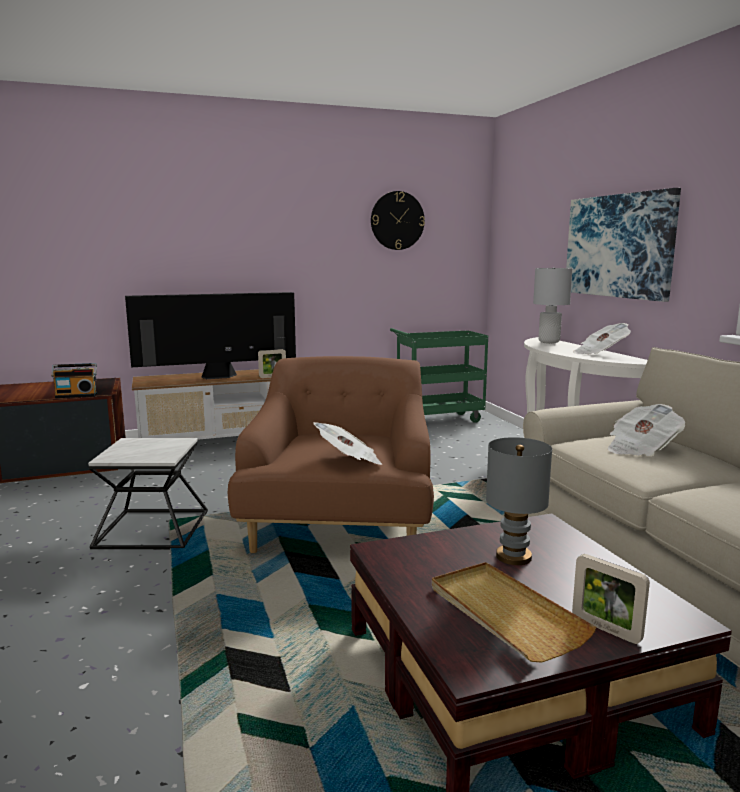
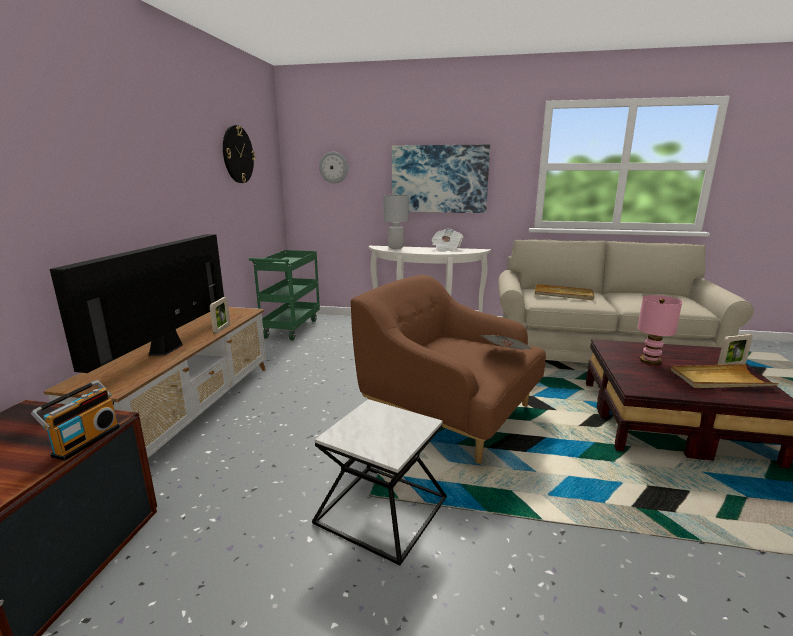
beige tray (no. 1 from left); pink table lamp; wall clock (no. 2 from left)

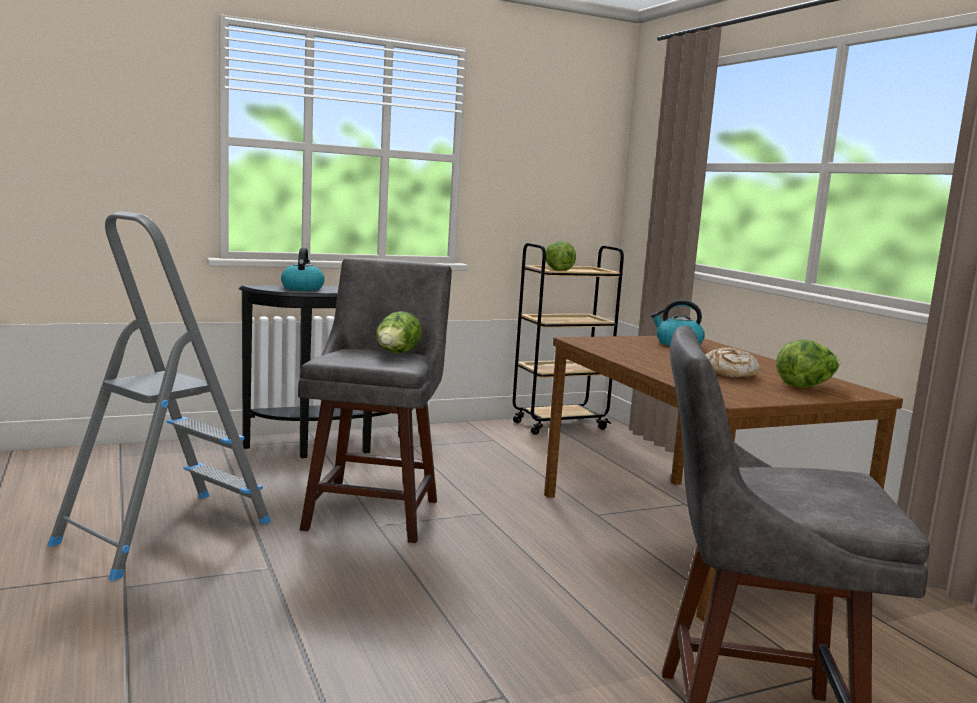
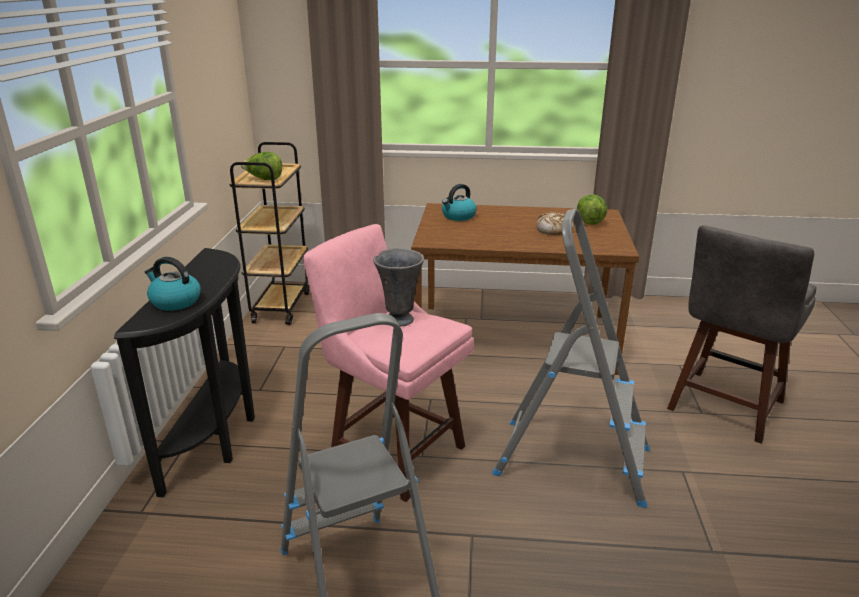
pink stool; grey vase; grey step ladder (no. 2 from left)

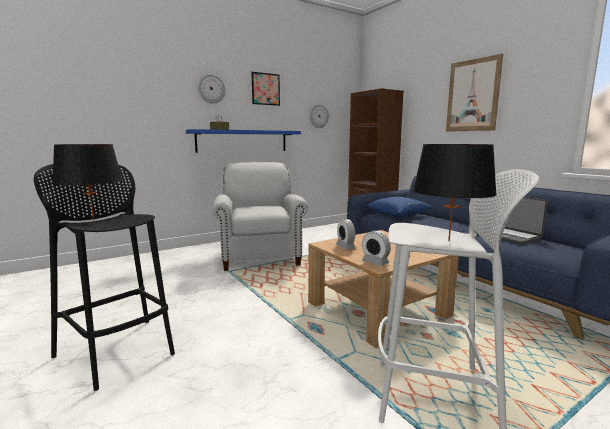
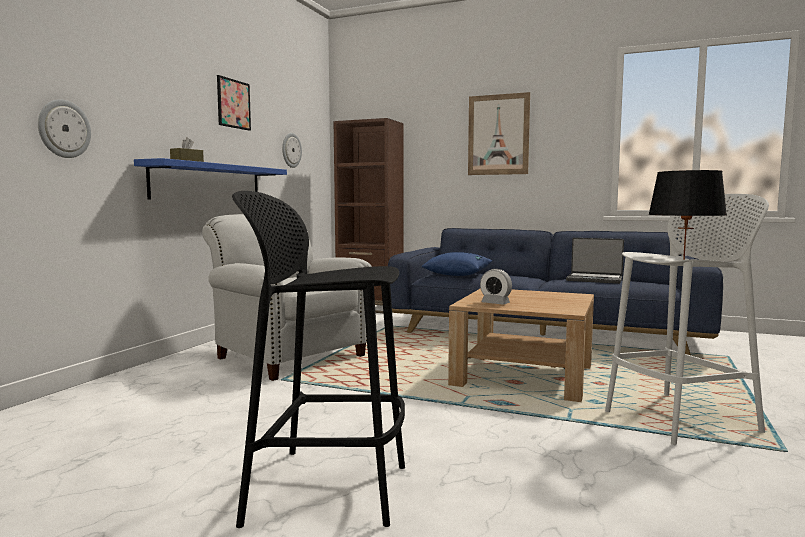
wall clock (no. 1 from left); black table lamp (no. 1 from left in the first image); alarm clock (no. 2 from left in the first image)

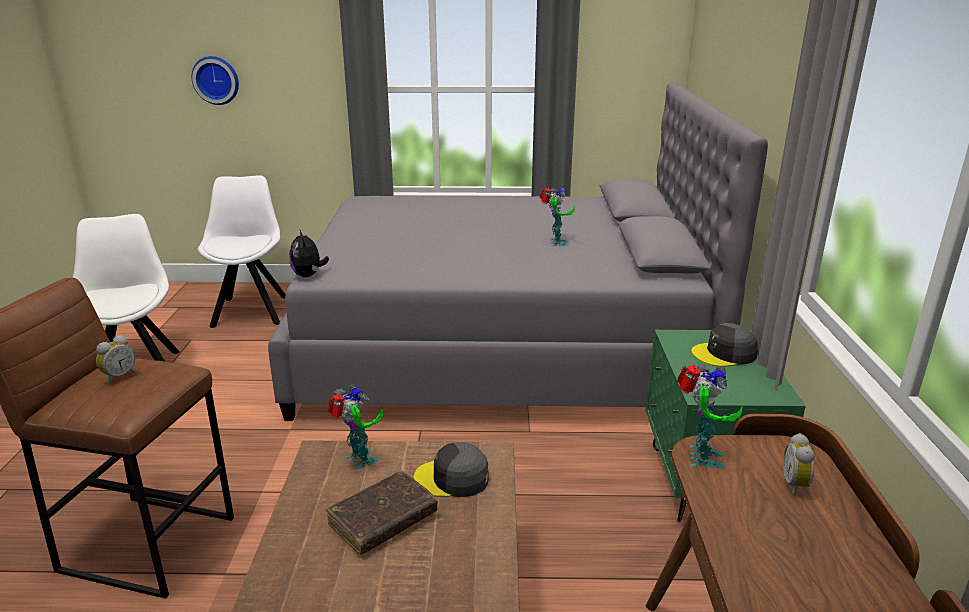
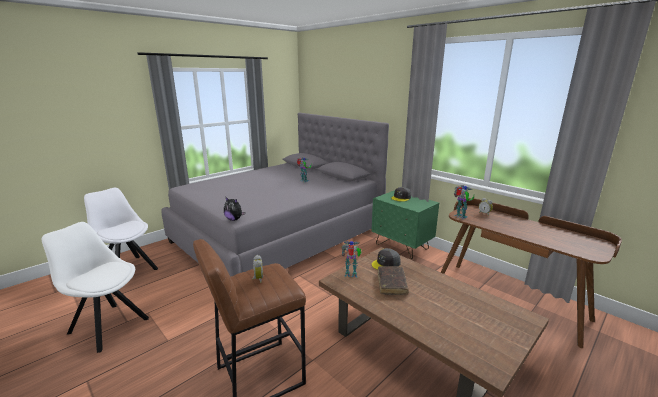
wall clock

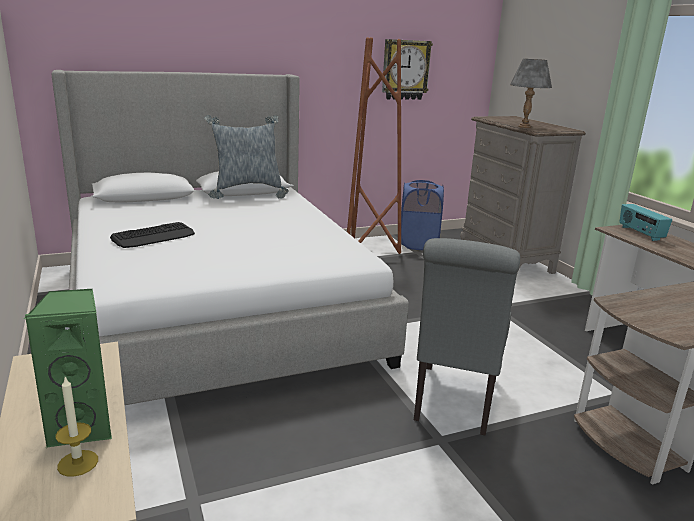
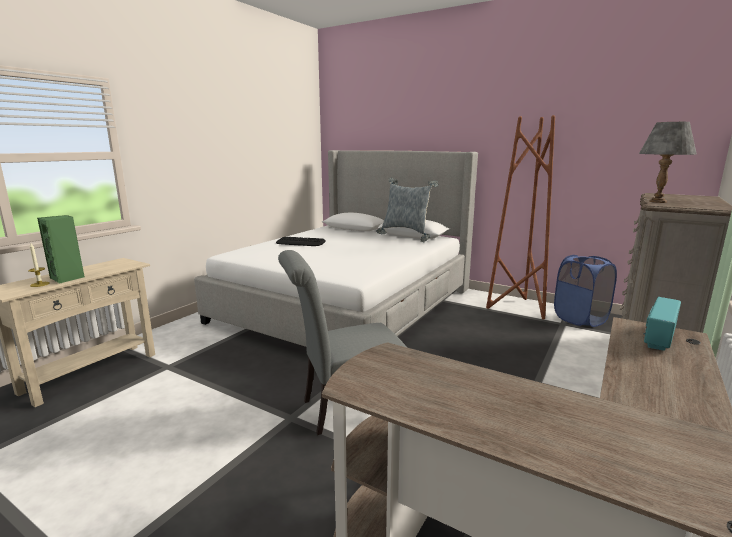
wall clock

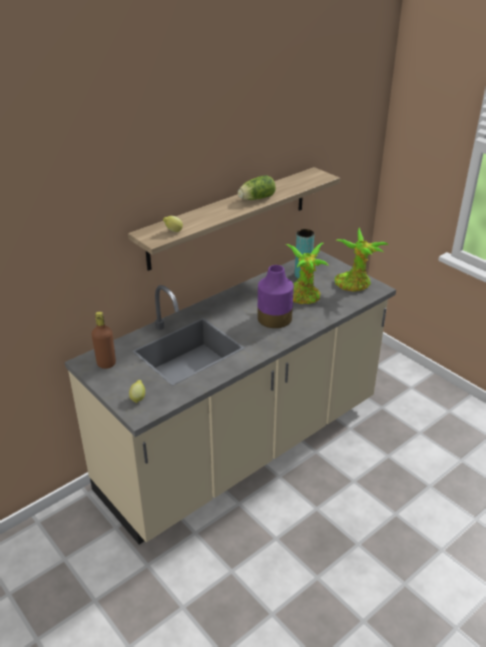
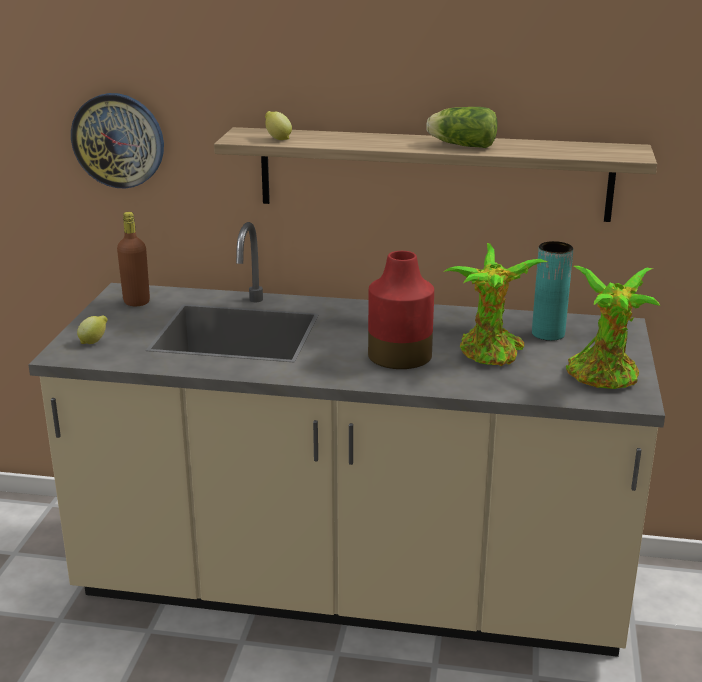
red vase; wall clock

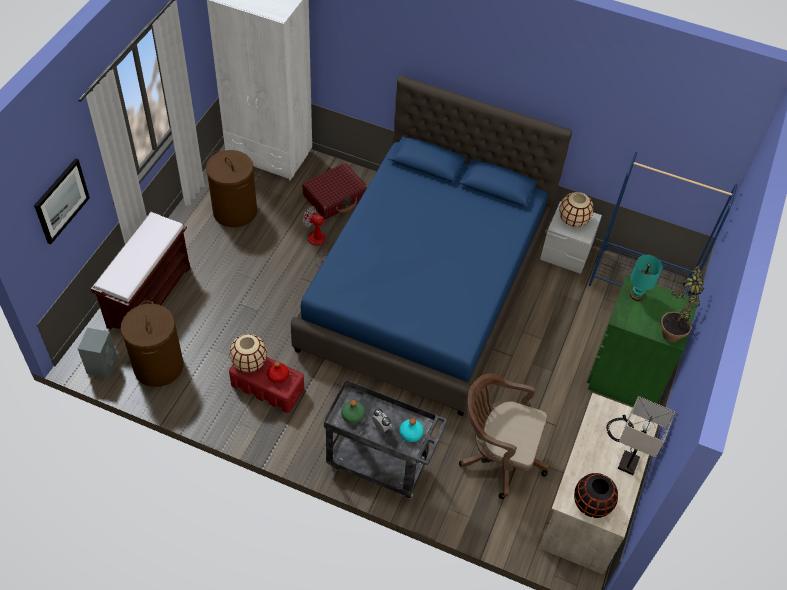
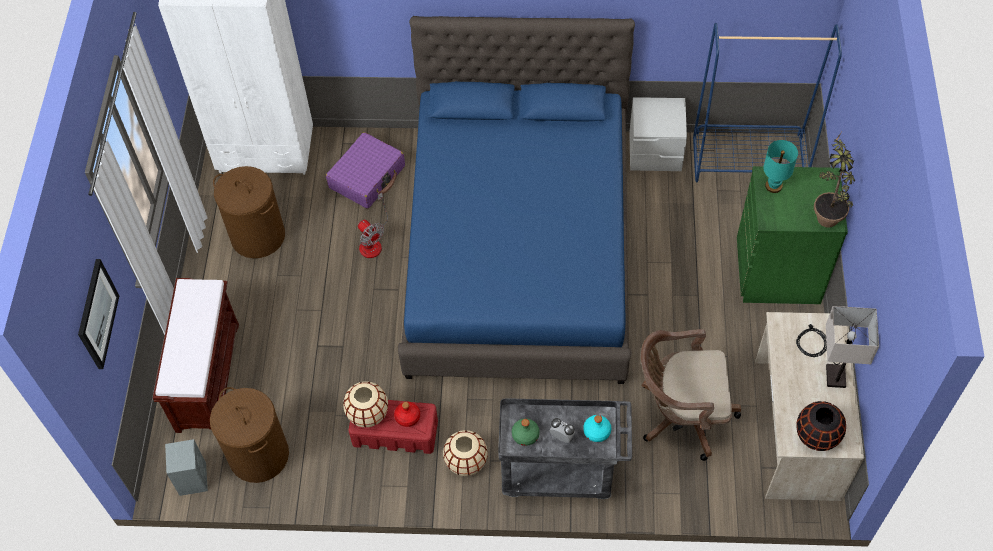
purple suitcase; beige vase (no. 2 from left); fan

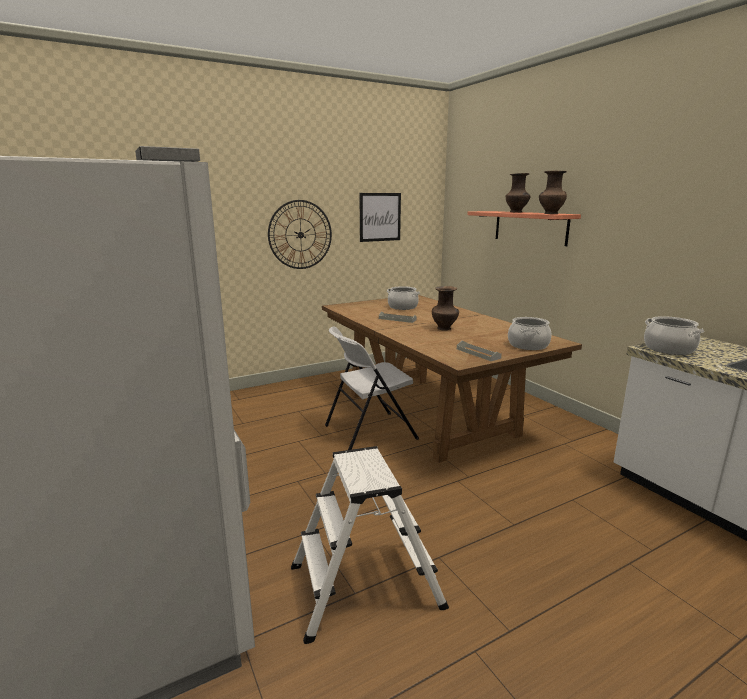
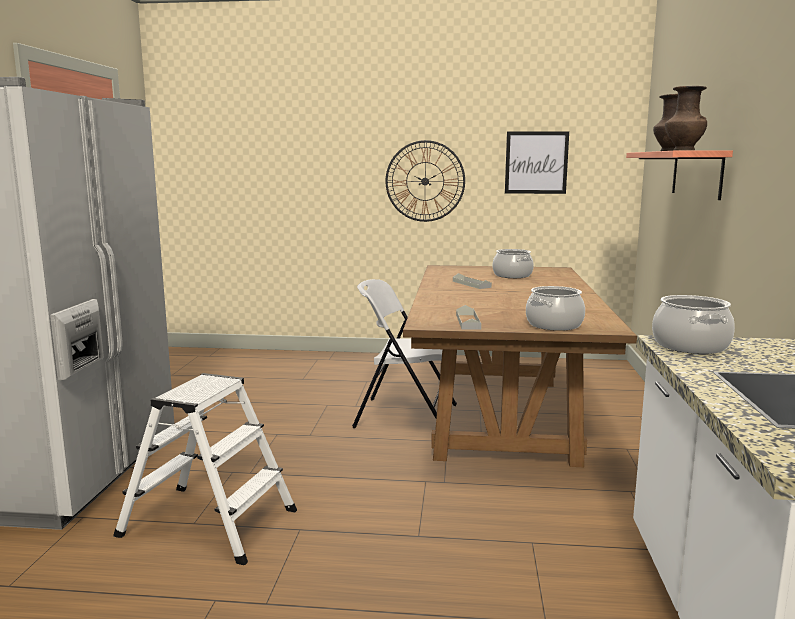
brown vase (no. 1 from left in the first image)

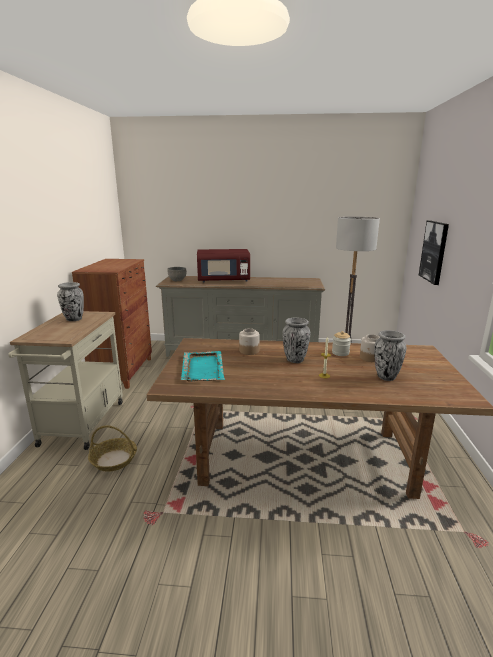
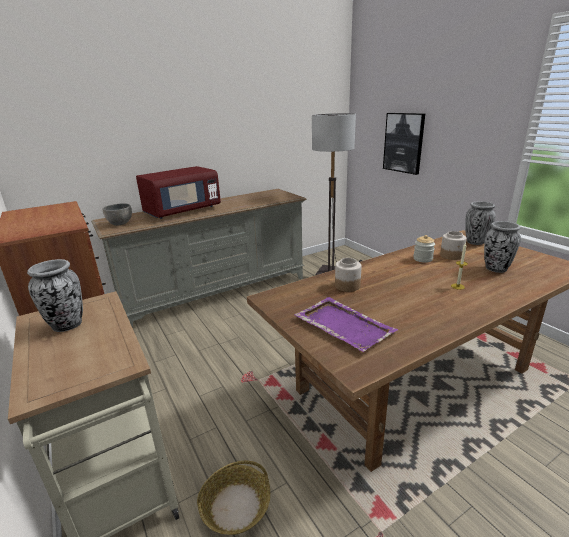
vase (no. 2 from left); purple tray

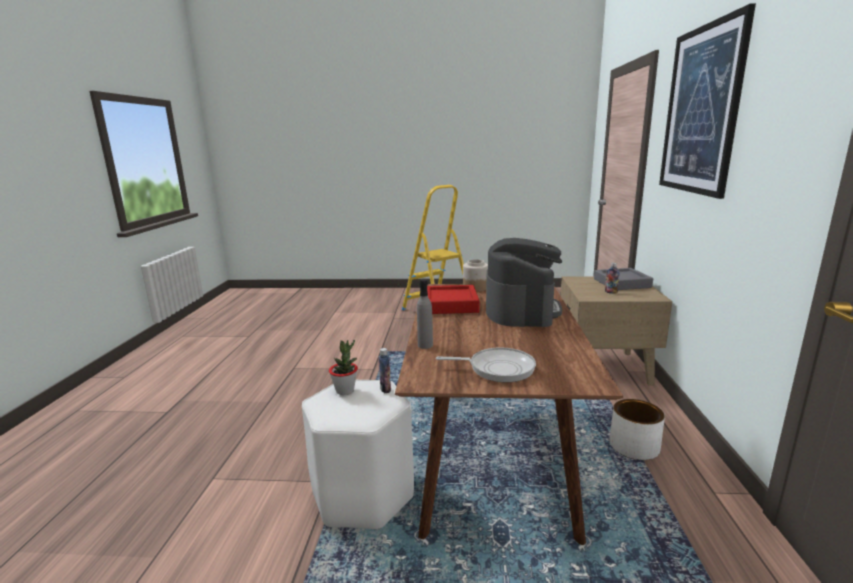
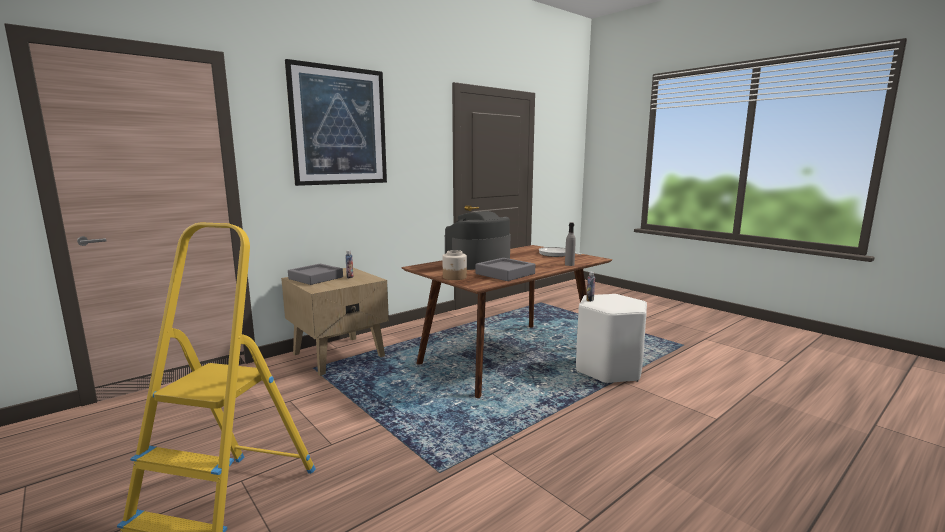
grey tray (no. 2 from left); potted plant; white planter

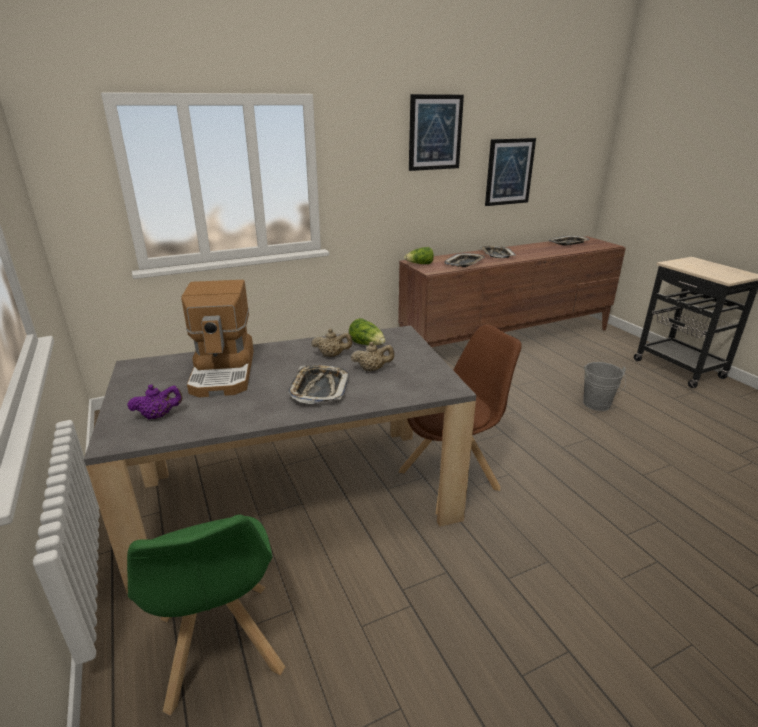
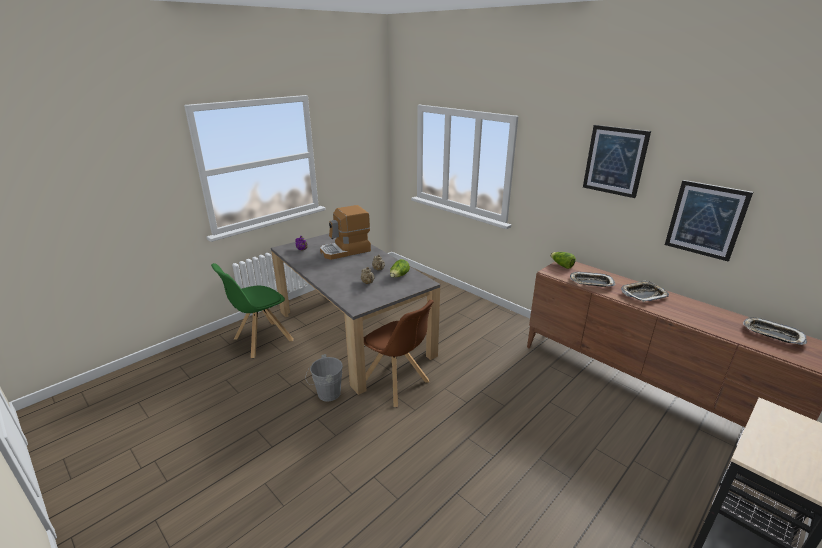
grey bucket; tray (no. 1 from left in the first image)

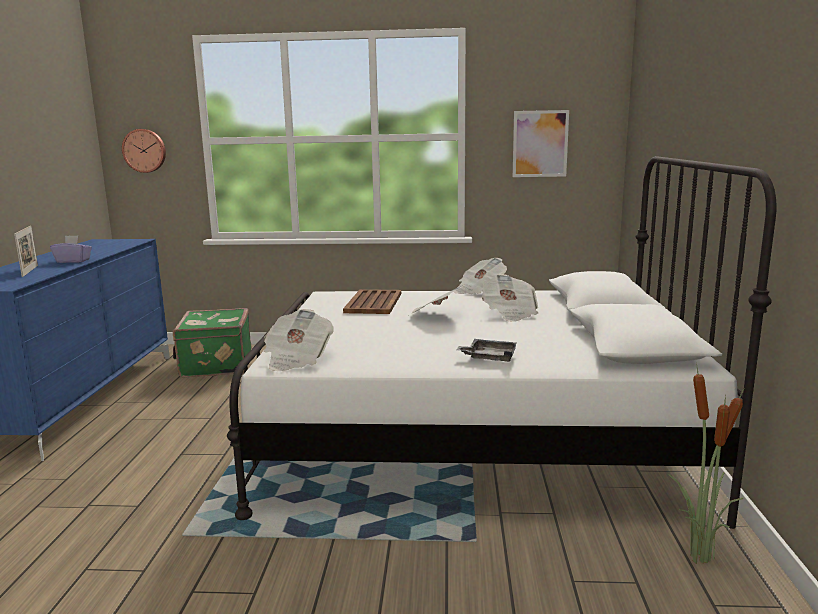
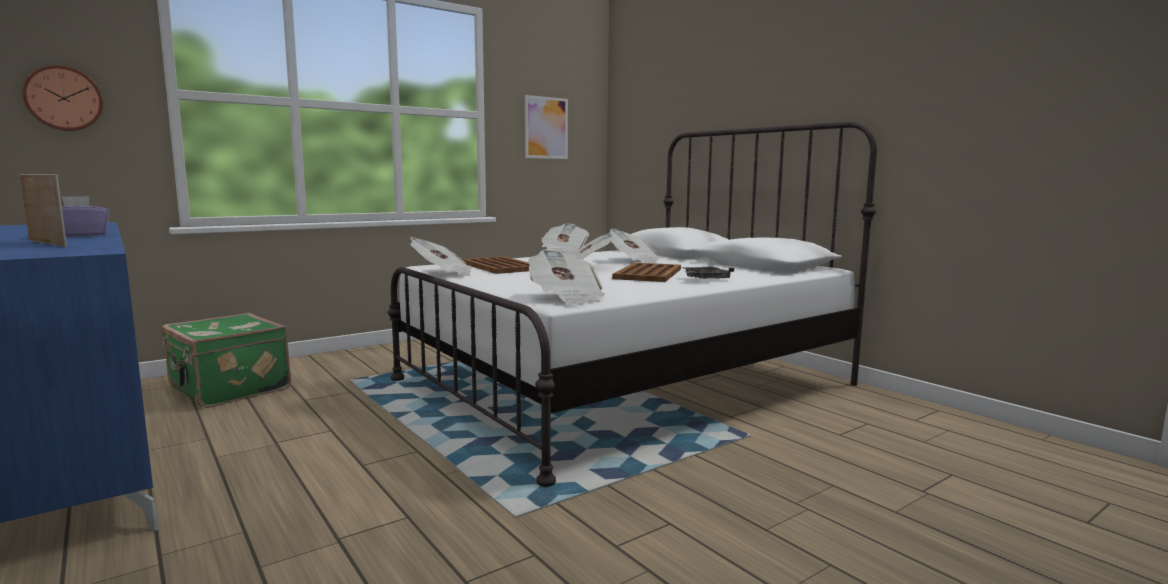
potted plant; newspaper (no. 1 from left); brown tray (no. 2 from left)

